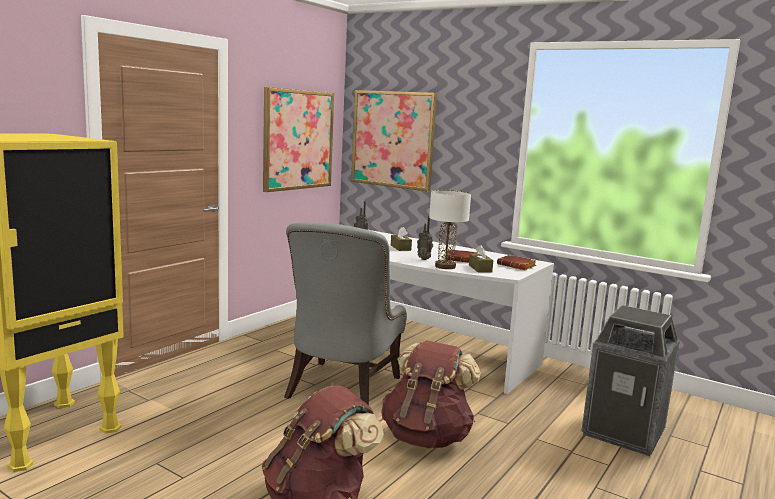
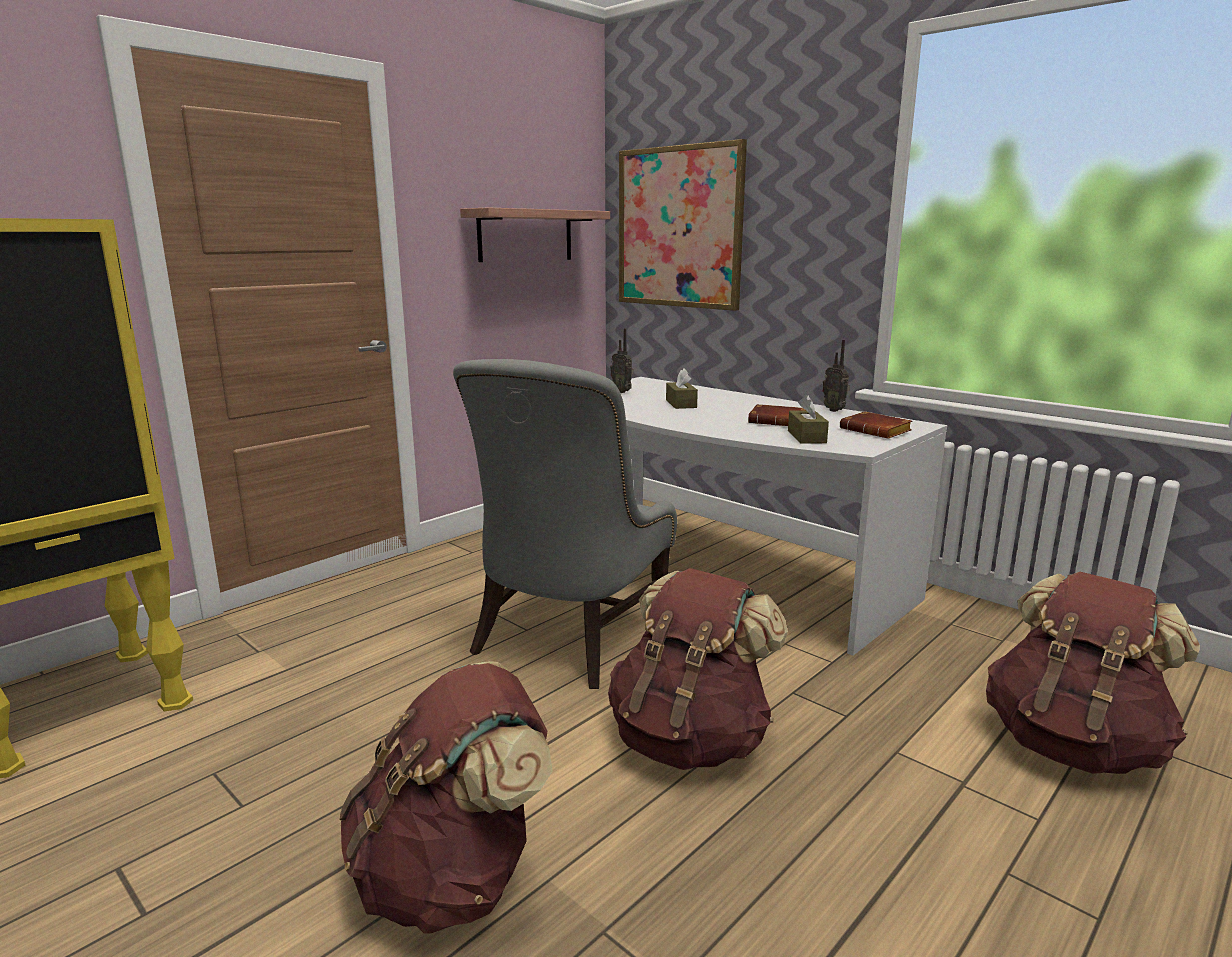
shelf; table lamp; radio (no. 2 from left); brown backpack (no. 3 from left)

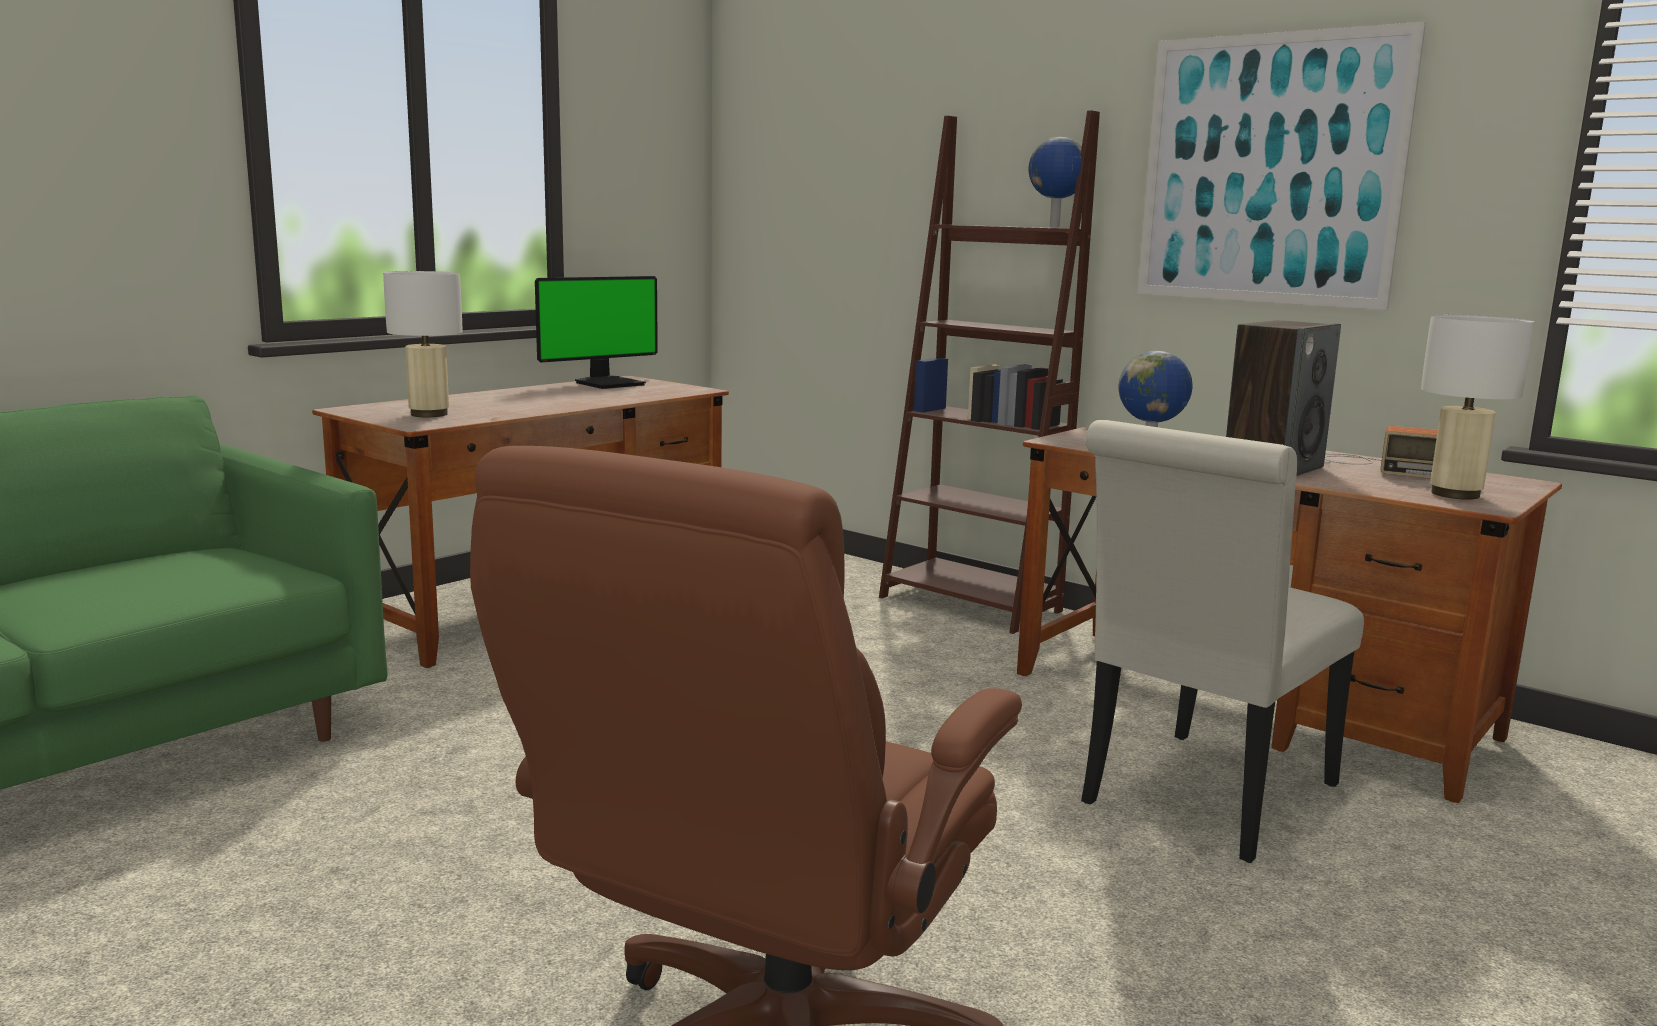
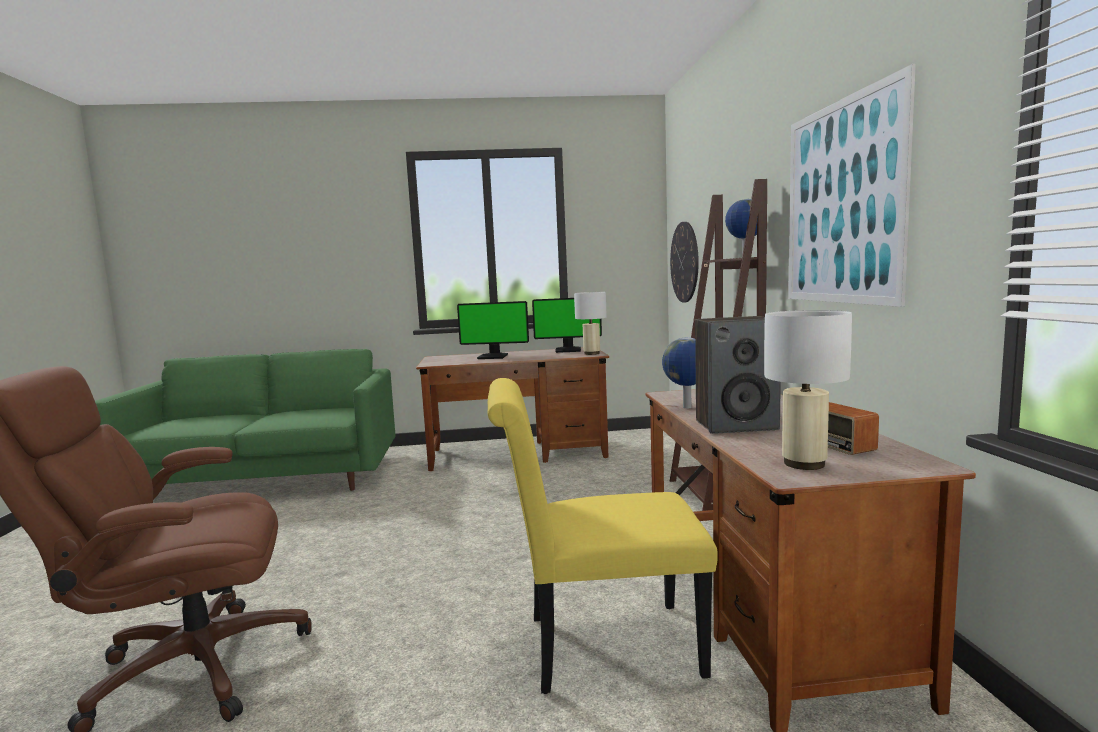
white table lamp (no. 1 from left); yellow chair; wall clock; monitor (no. 1 from left)

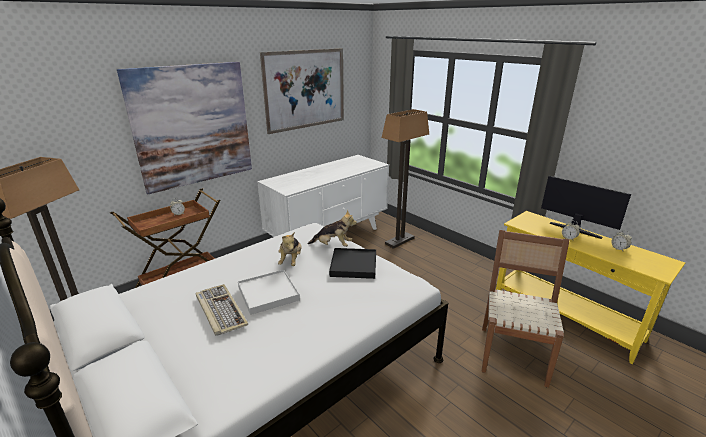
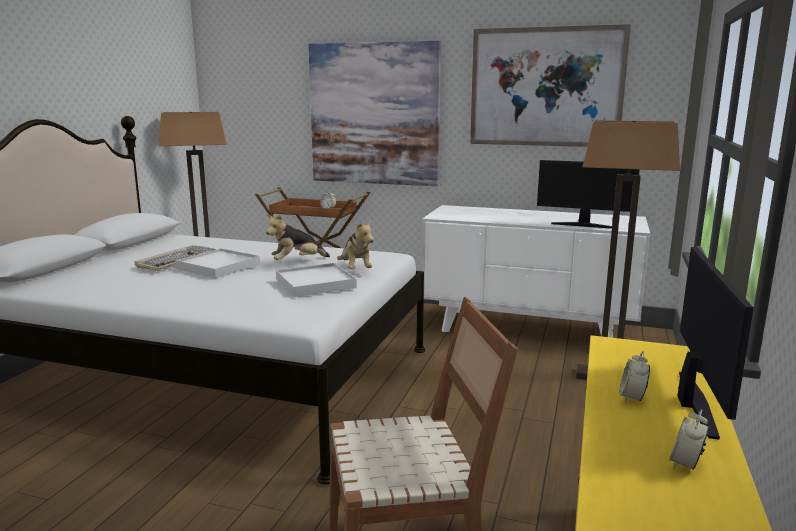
white tray (no. 2 from left); monitor (no. 1 from left)

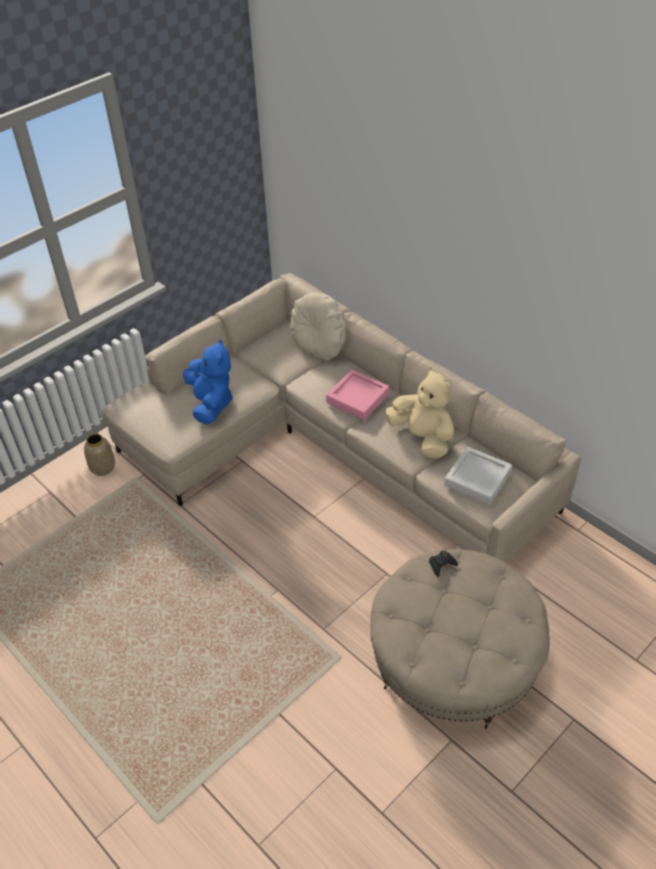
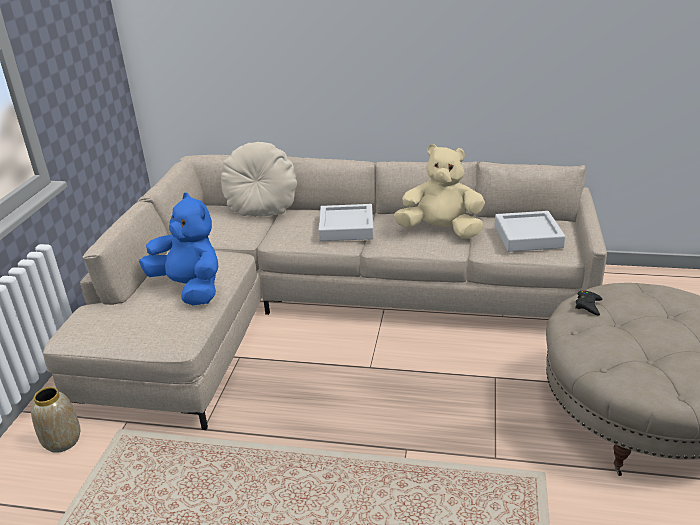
grey tray (no. 1 from left)

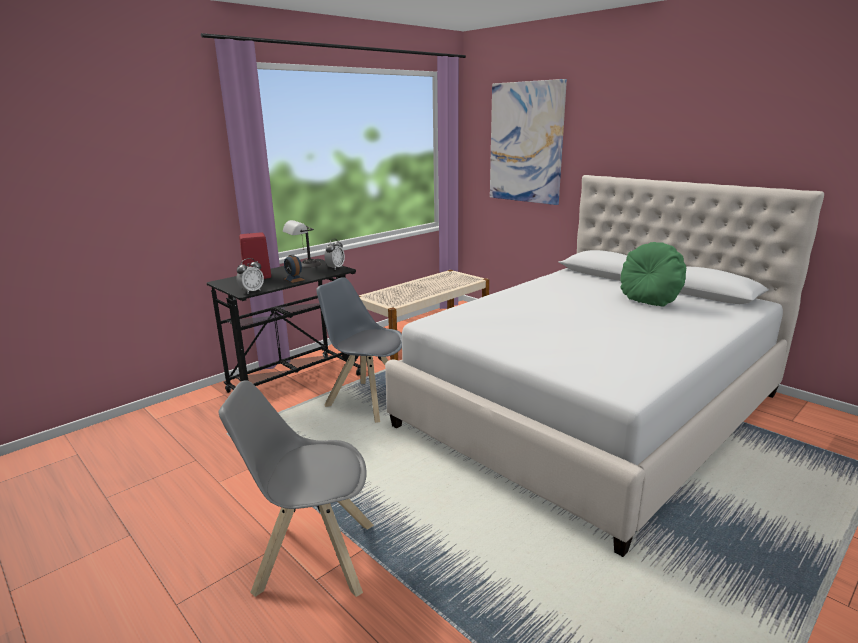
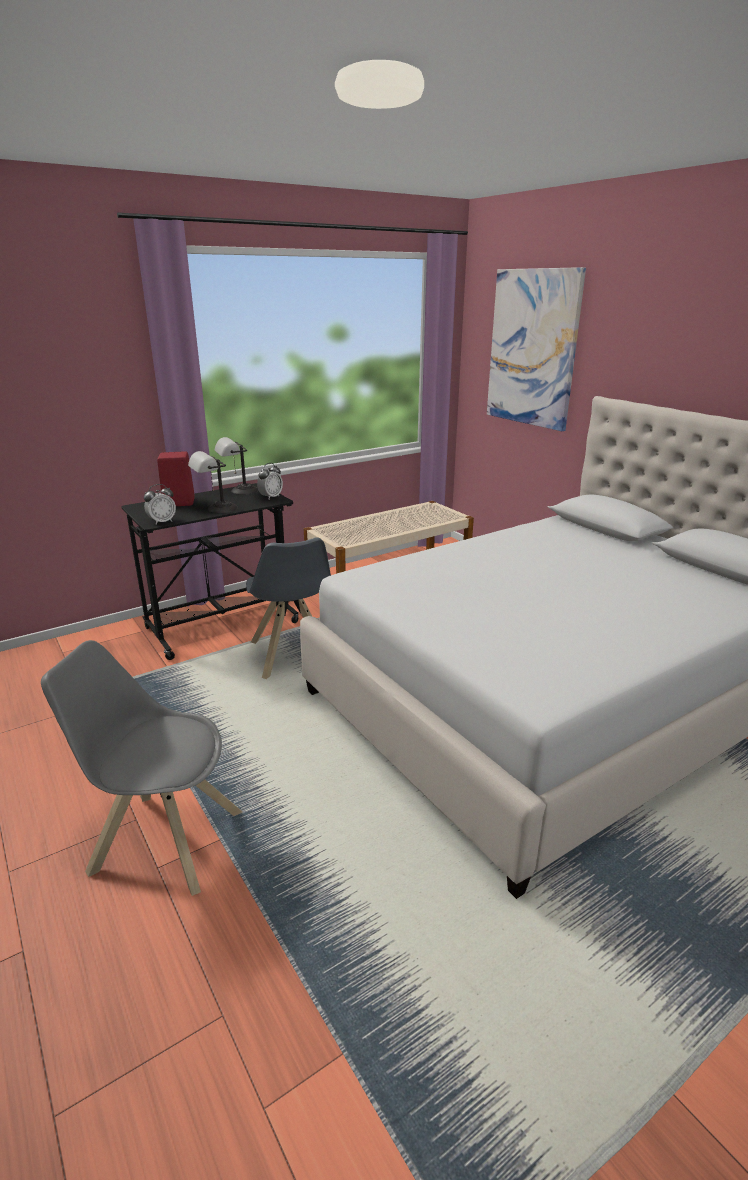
green pillow; table lamp (no. 1 from left); grey chair (no. 2 from left)

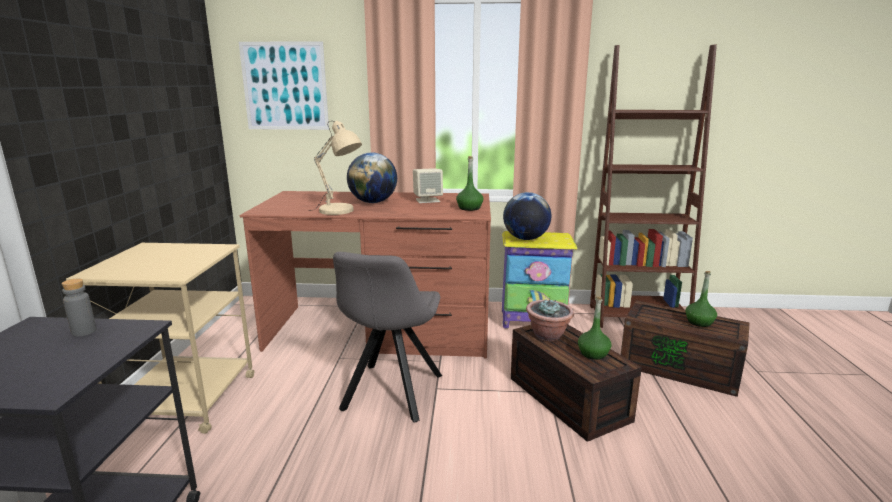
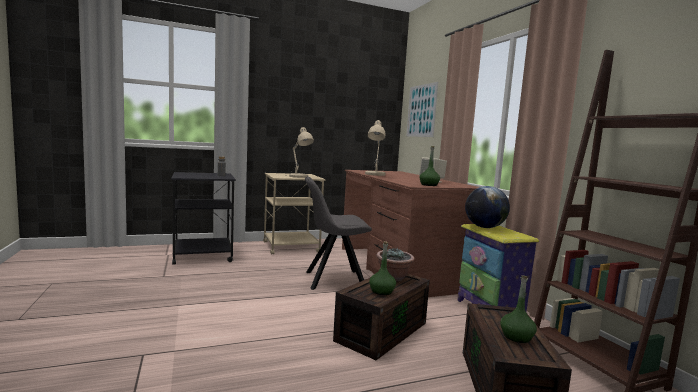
globe (no. 1 from left in the first image); beige table lamp (no. 1 from left)

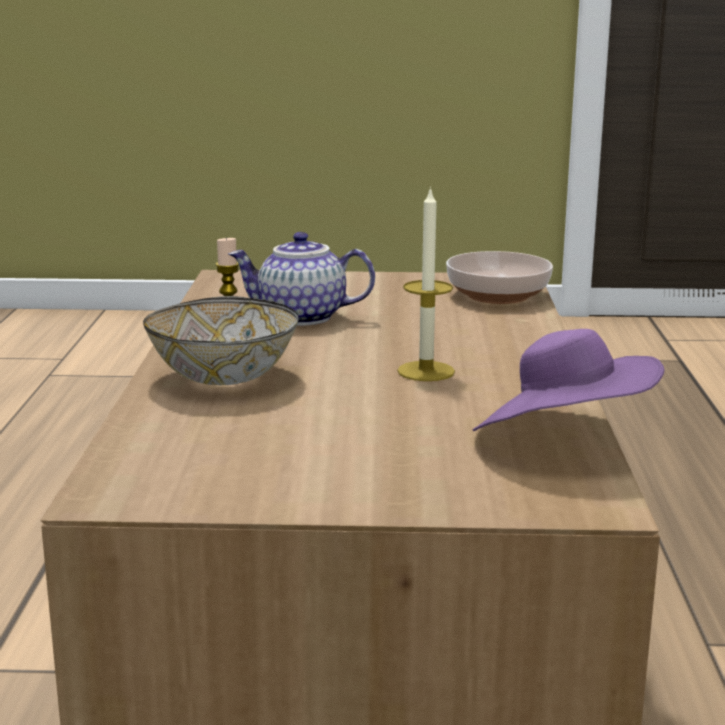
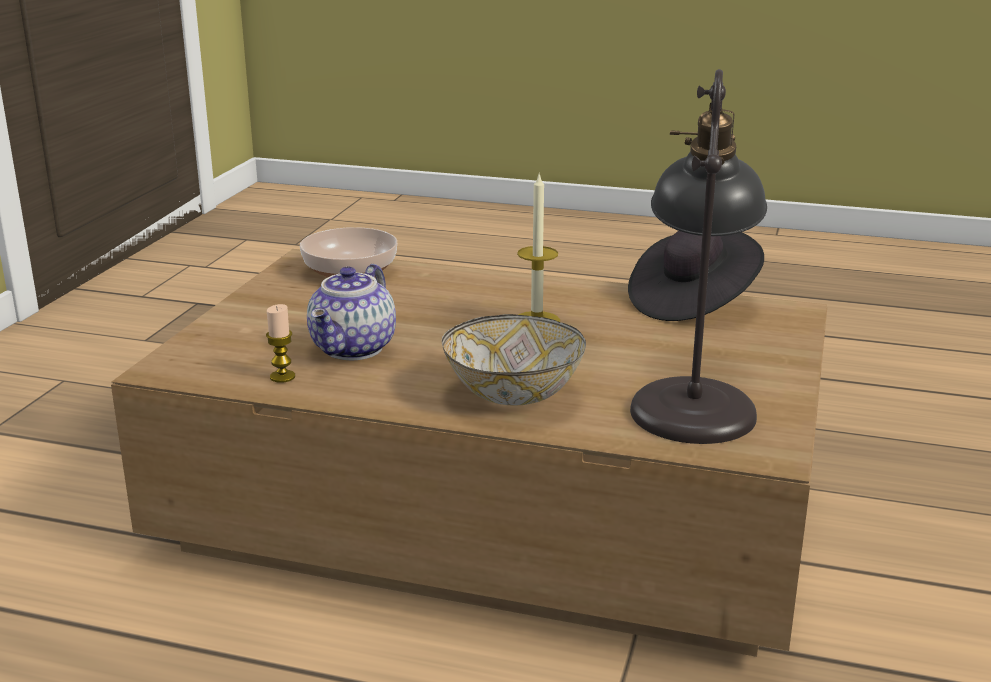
black hat; grey table lamp

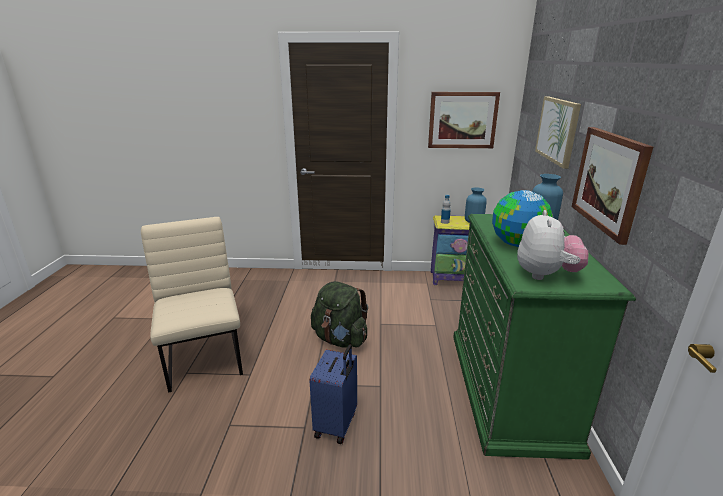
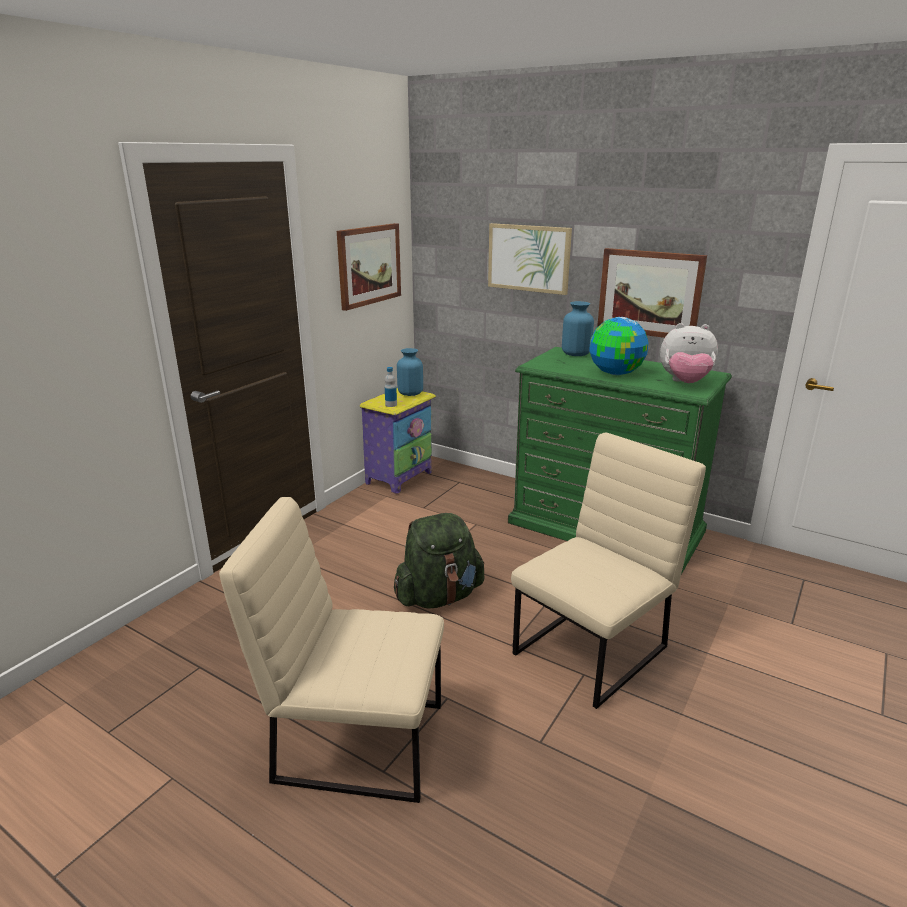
plush toy; beige chair (no. 2 from left)

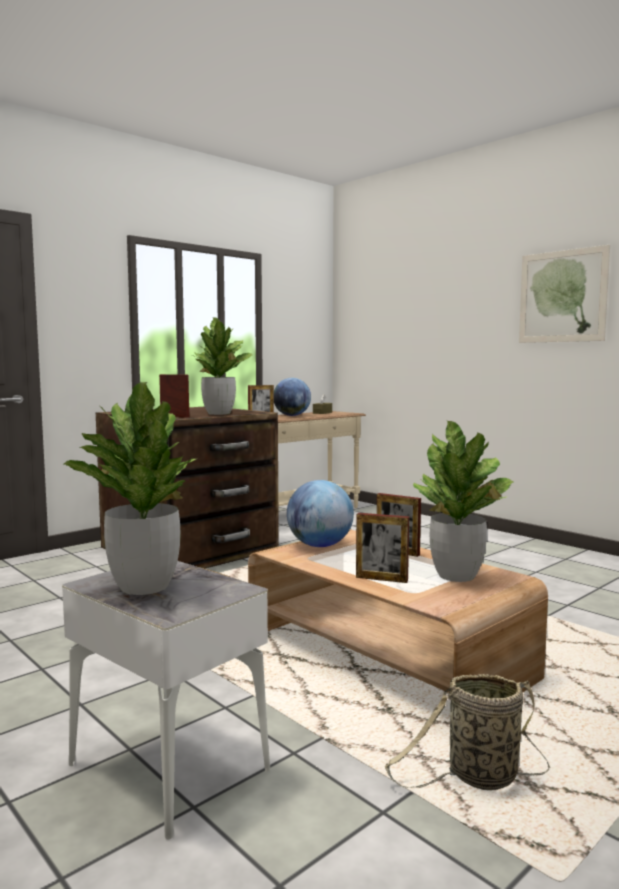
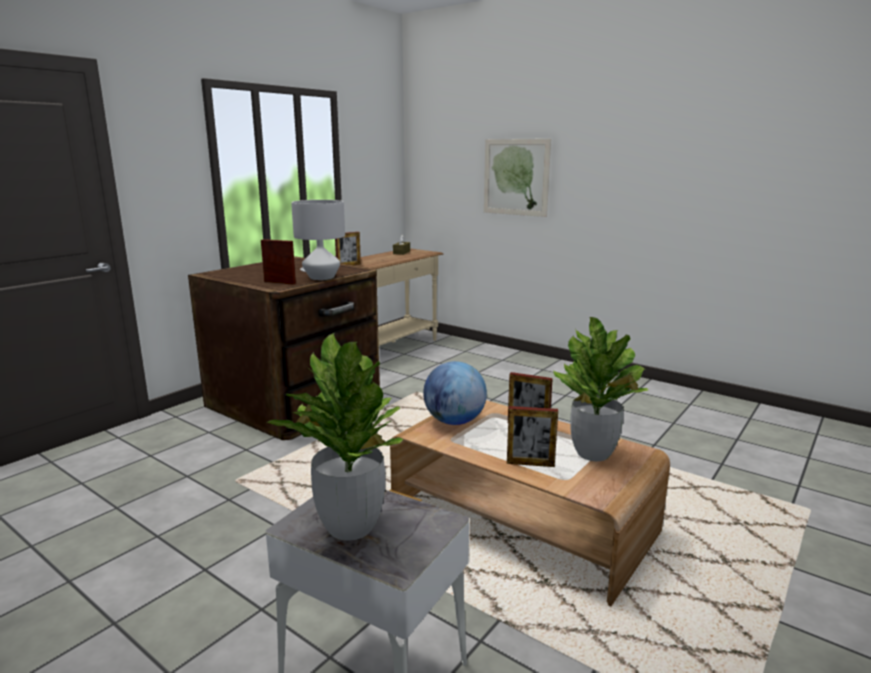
picture; white table lamp; globe (no. 1 from left in the first image); basket

